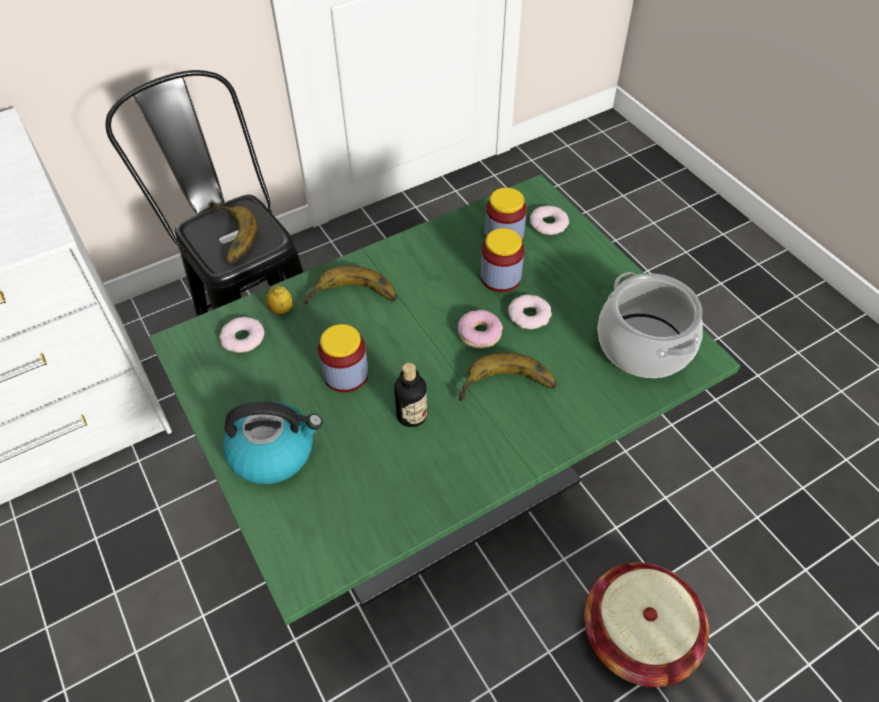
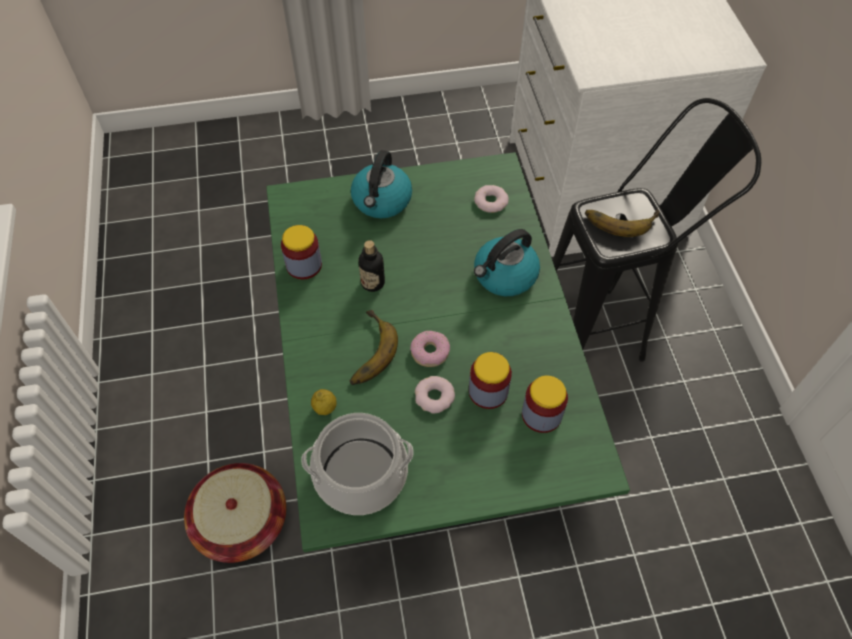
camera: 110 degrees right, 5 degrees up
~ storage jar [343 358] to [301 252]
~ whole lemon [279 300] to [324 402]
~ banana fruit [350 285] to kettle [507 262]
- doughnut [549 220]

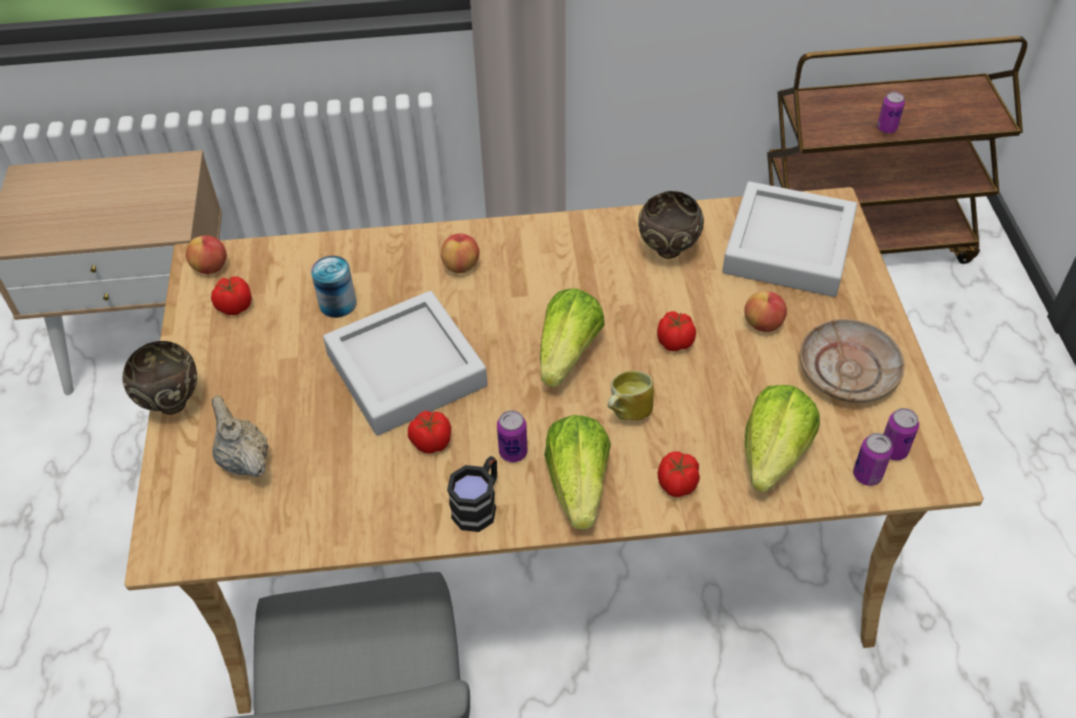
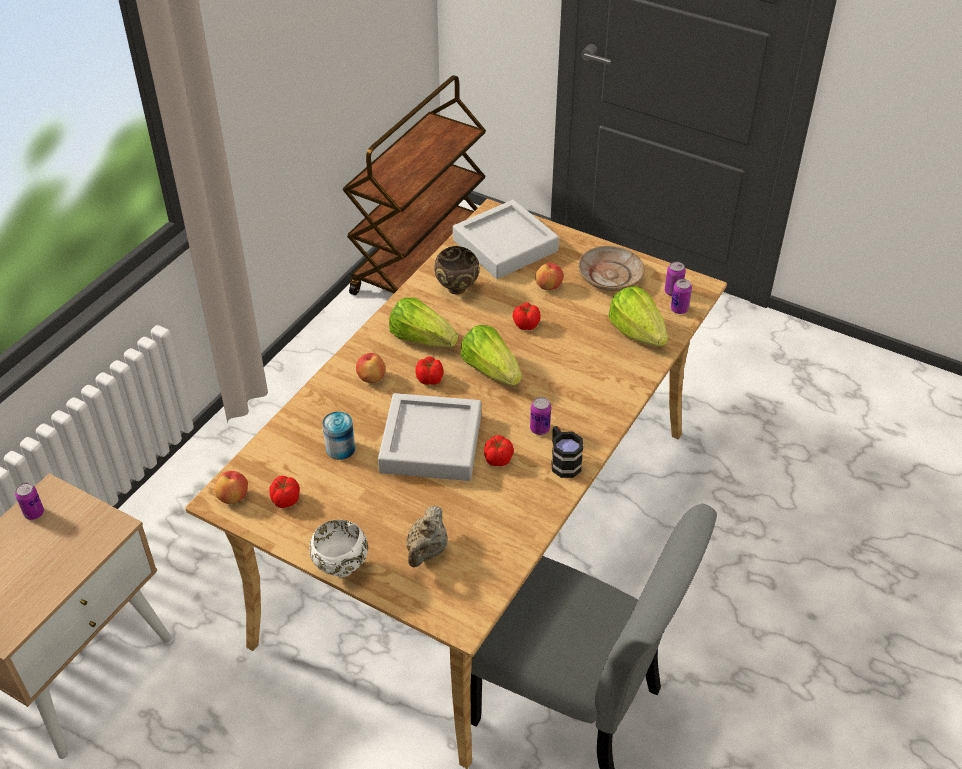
camera: 55 degrees left, 5 degrees down
~ can [891 112] to [29 501]
~ serving bowl (brown-coloured) [160 378] to serving bowl (white) [338 548]
~ lettuce head [577 472] to [423 322]
~ teapot (sand-coloured) [240 436] = [426 536] 75 degrees counterclockwise
~ whole tomato [679 474] to [429 370]
- coffee mug [631 395]

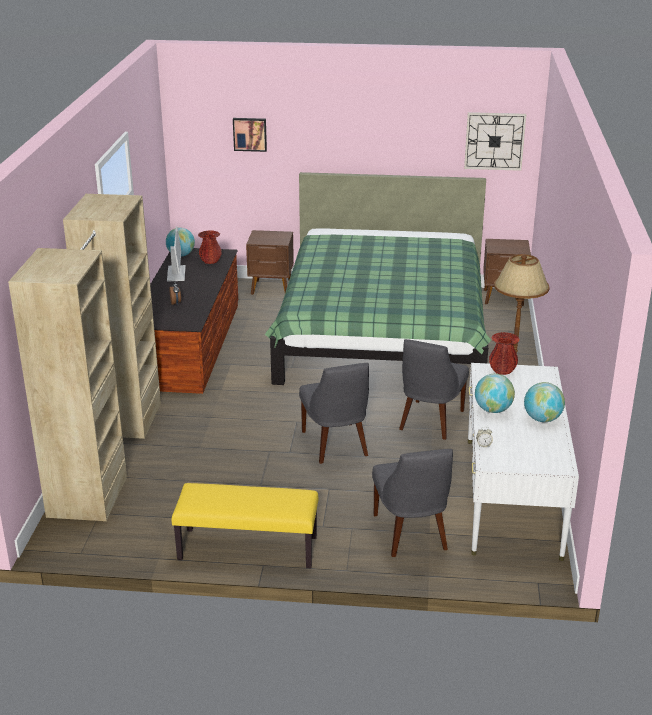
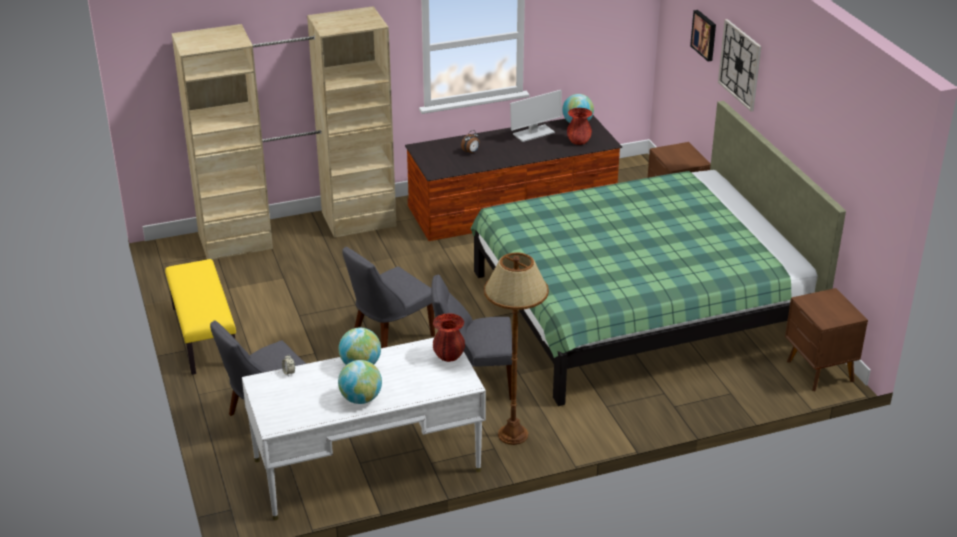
camera: 65 degrees right, 5 degrees up
~ hanging clock [495 141] to [740 65]

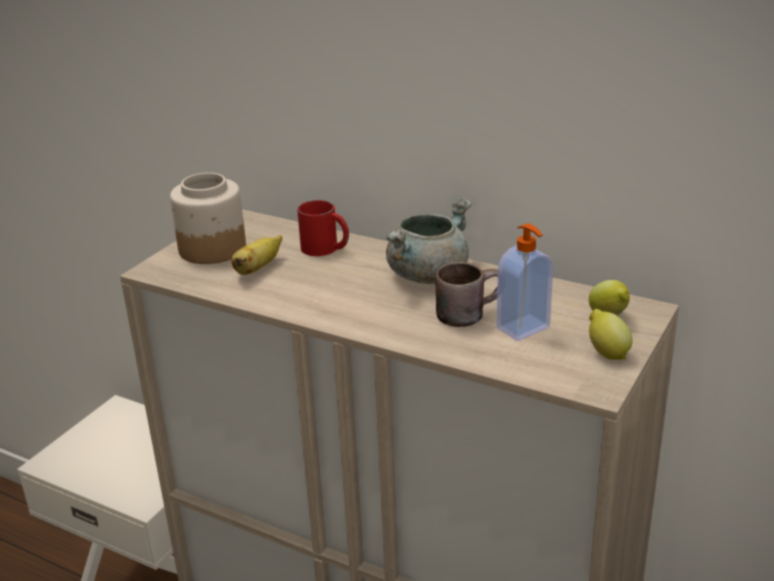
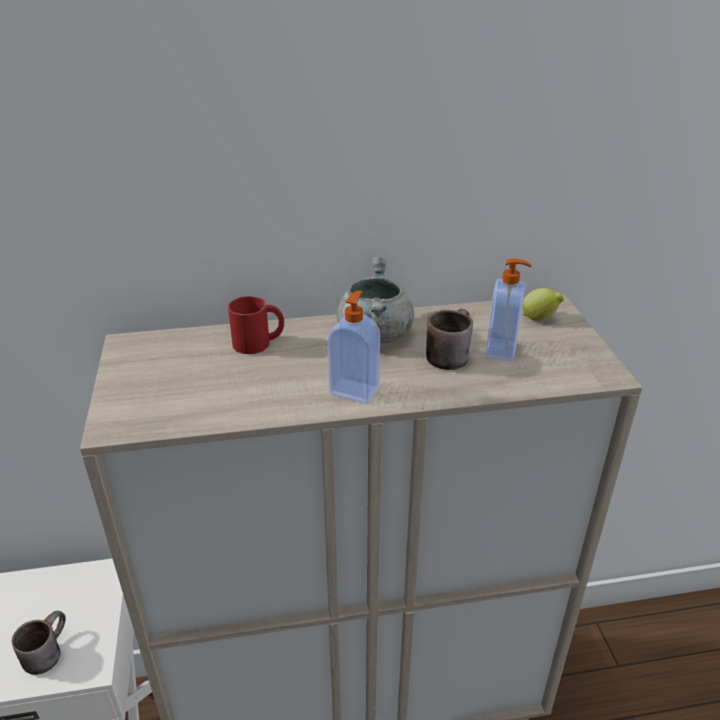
camera: 40 degrees left, 5 degrees up
+ coffee mug (brown-coloured) [39 643]
+ soap dispenser [354 347]
- storage jar [208 218]
- banana fruit [256 255]
- whole lemon [611 334]

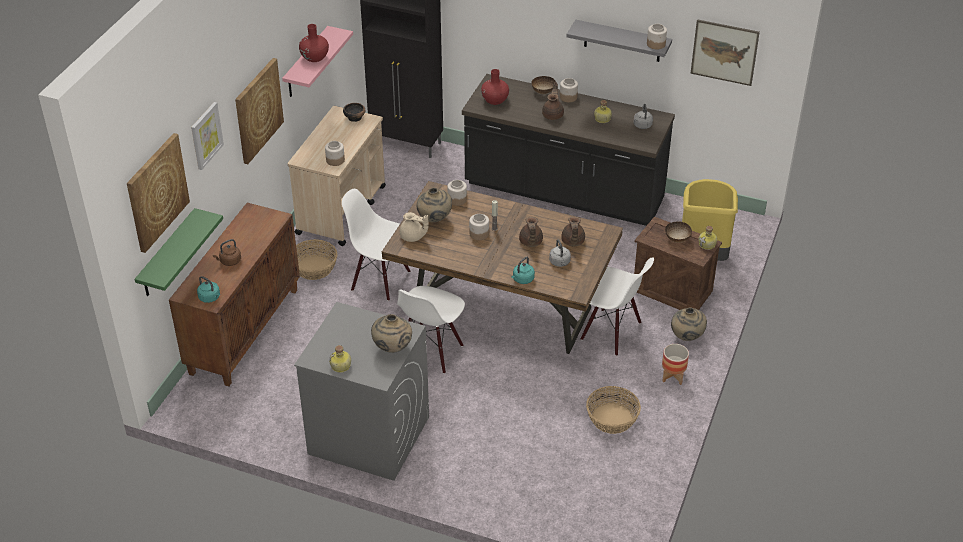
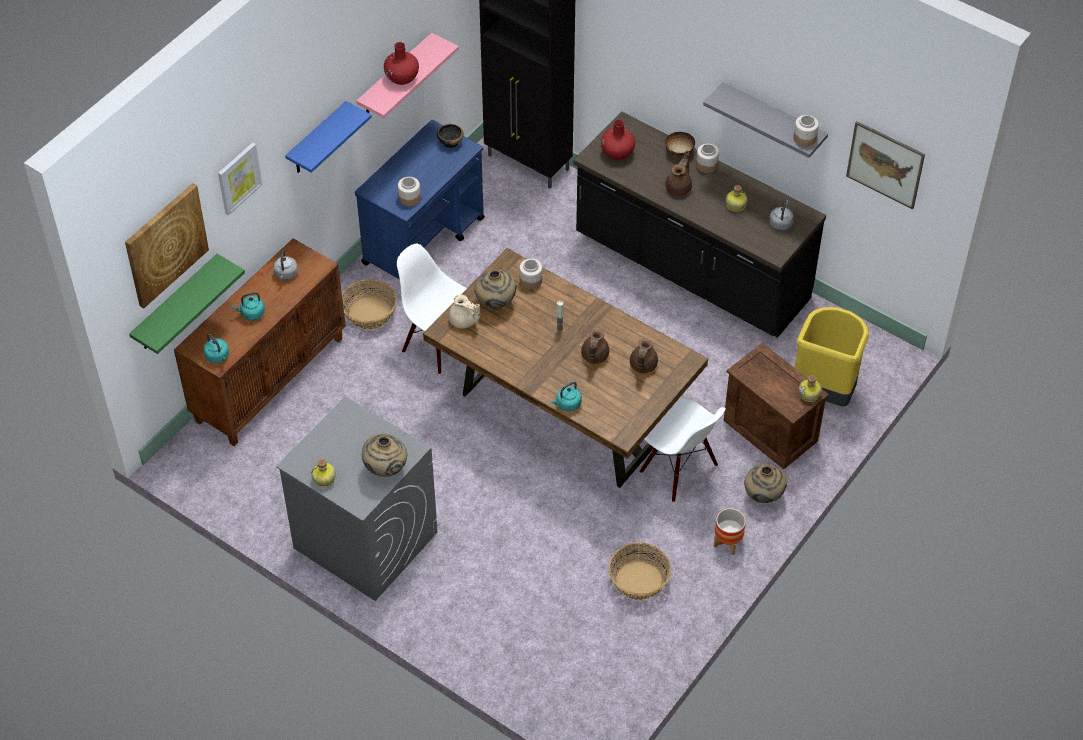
camera: 15 degrees right, 10 degrees up
~ kettle (brown-coloured) [227 252] to kettle (turquoise) [248 306]
~ kettle (gray) [560 253] to [285 265]
~ wall art [259 111] to bracket shelf (blue) [328 137]
~ trolley (sand-coloured) [337 176] to trolley (blue) [420 200]
- upright chair (white) [431 330]
- storage jar [479 227]
- serving bowl [678 232]

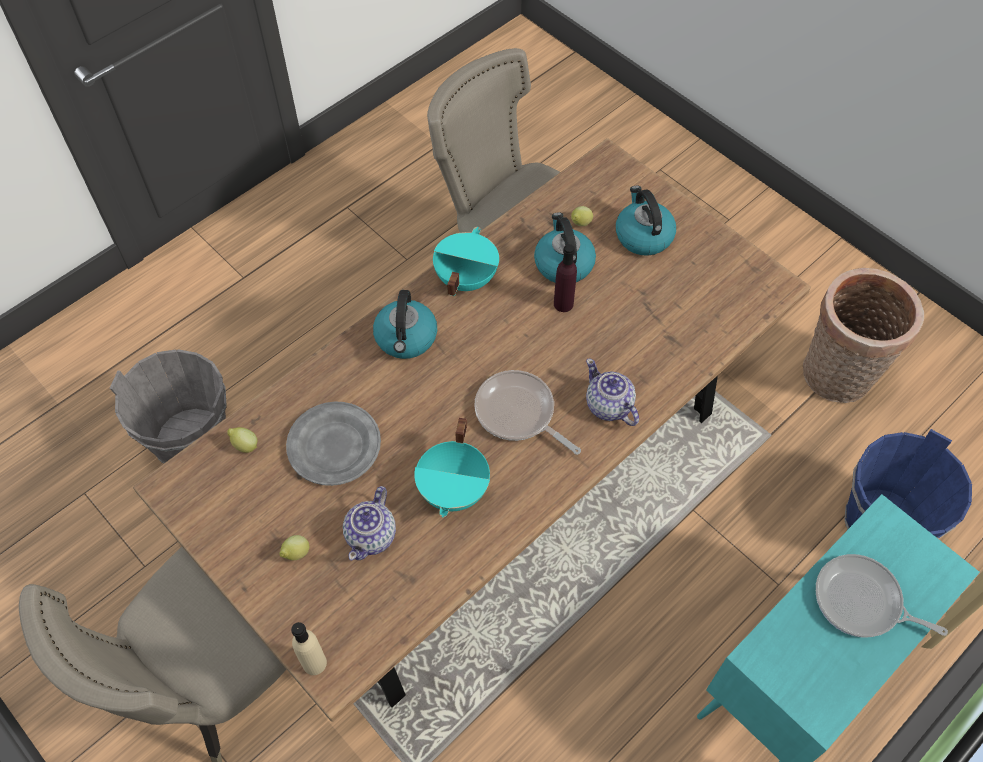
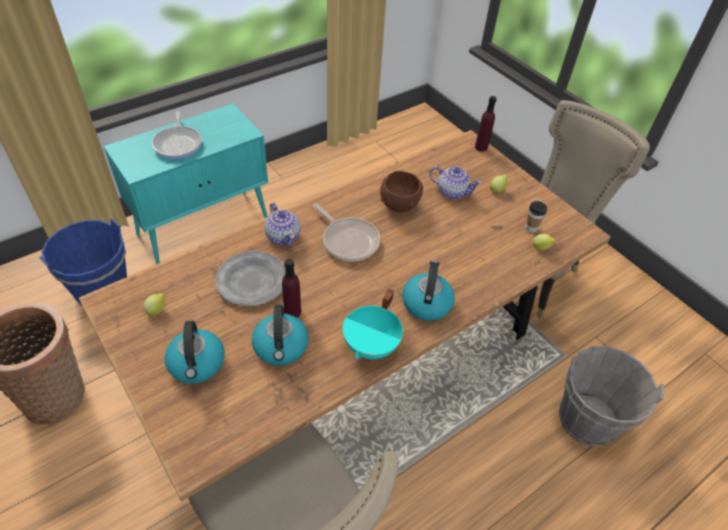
camera: 175 degrees left, 10 degrees down
~ whole lemon [582 216] to [154 304]
~ pan [882 595] = [177 134] 45 degrees clockwise
~ flat dish (gray) [333 444] to [250 278]
~ saucepot (turquoise) [452 467] to serving bowl (brown-coloured) [401 192]
~ teapot [369 523] = [455 182] 90 degrees clockwise
~ bottle (sand-coloured) [309 648] to bottle (purple-coloured) [486 124]
+ cup [536 217]

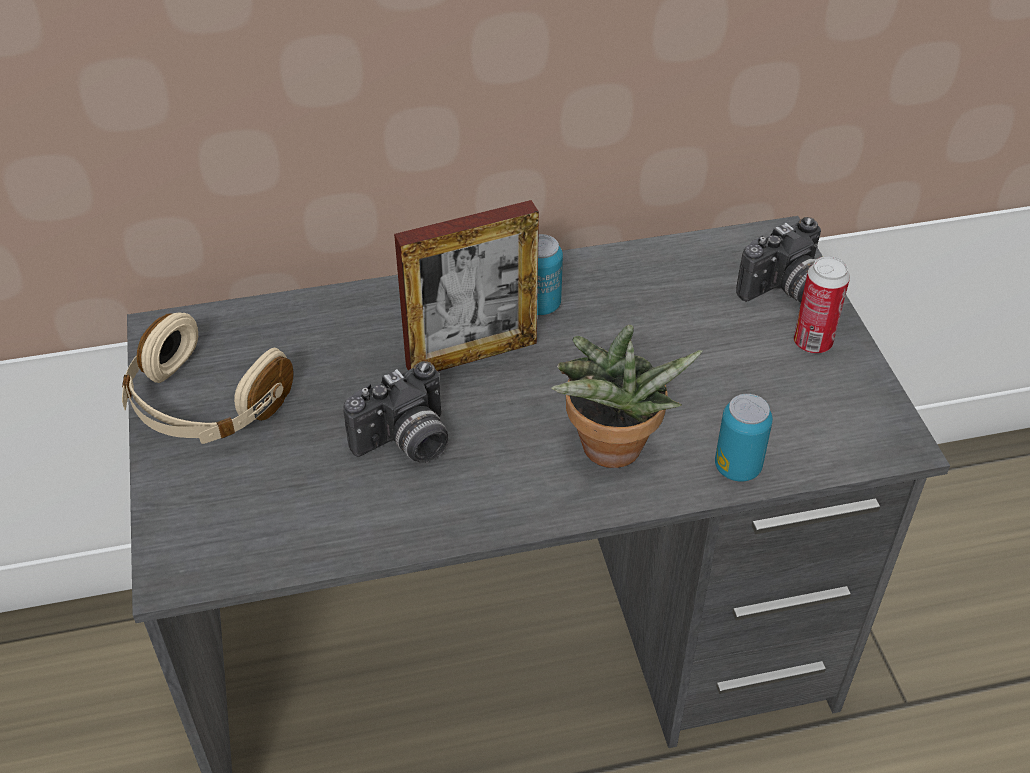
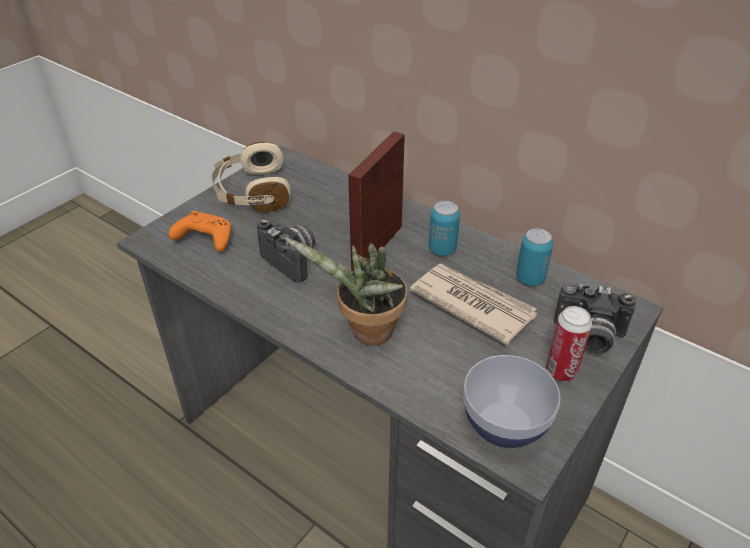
camera: 50 degrees right, 5 degrees down
+ game controller (orange) [200 231]
~ still camera [395 412] = [286 251] 150 degrees counterclockwise
~ picture frame [466 285] = [376 201] 90 degrees clockwise
+ printed paper [473 304]
+ serving bowl [512 401]
~ can [744 438] to [534 257]

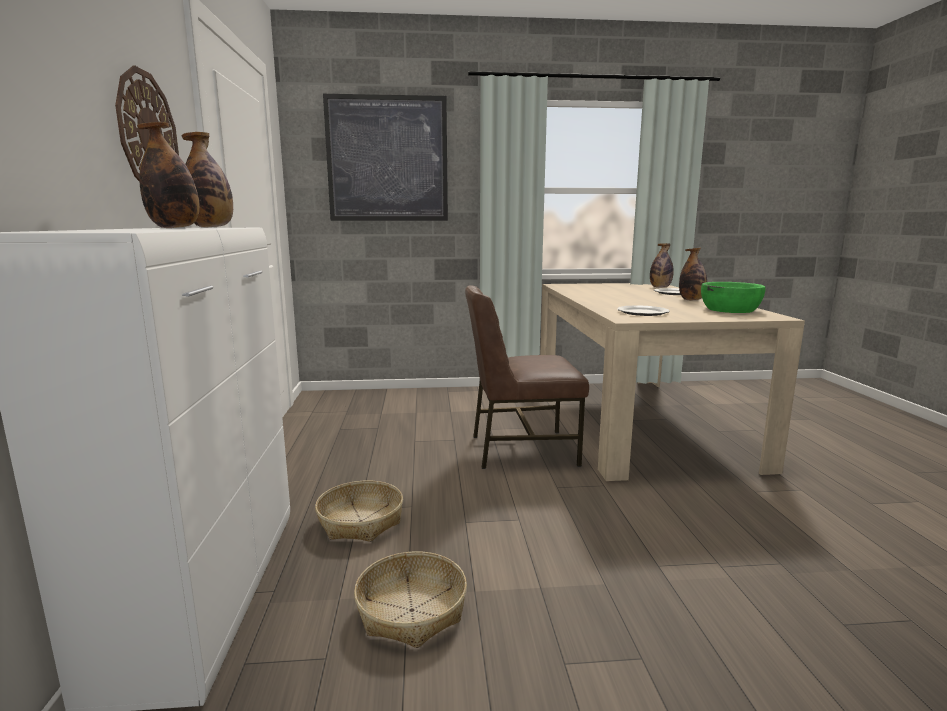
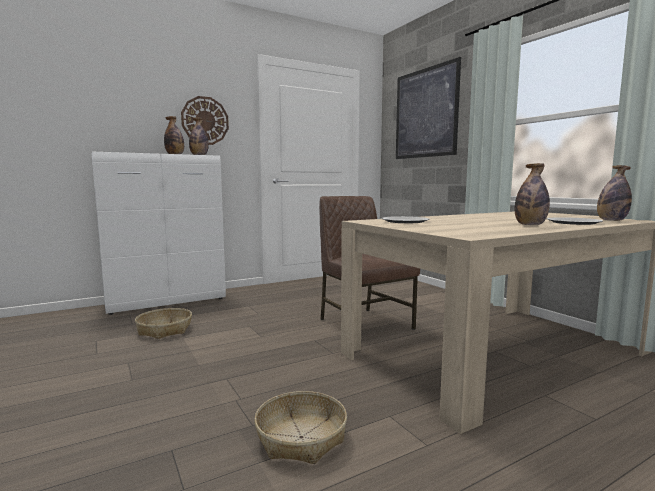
camera: 65 degrees right, 5 degrees down
~ basket [359 511] to [300 427]
- serving bowl (green) [733 297]

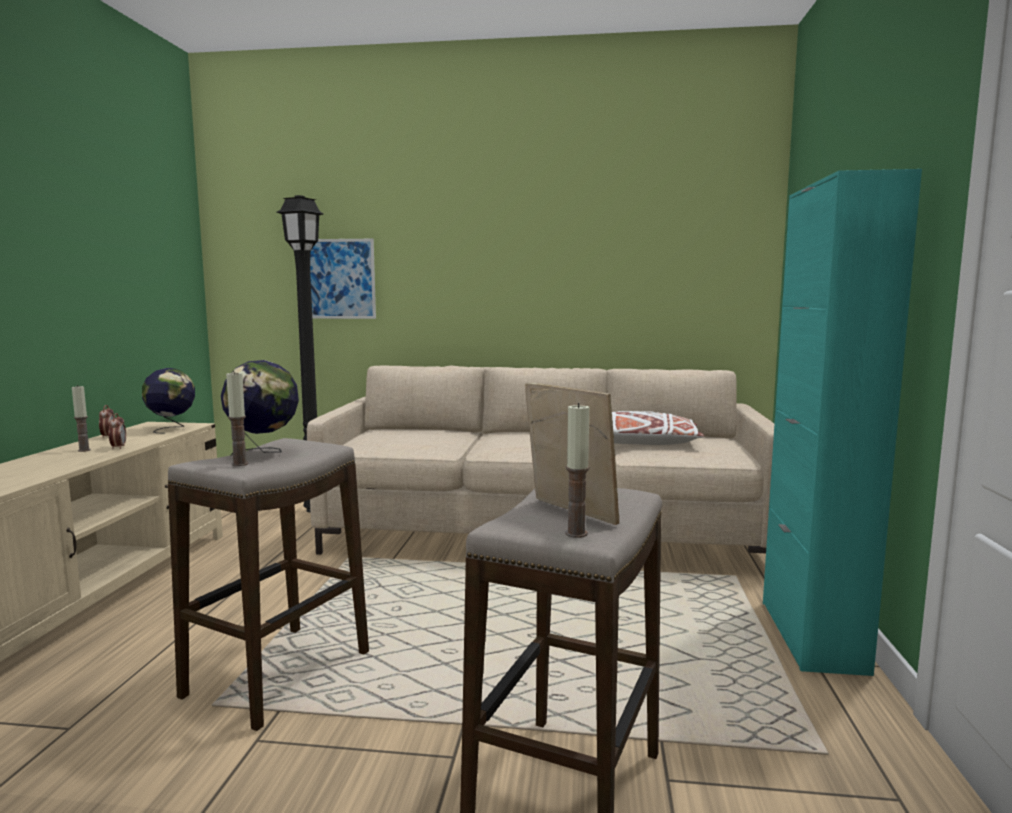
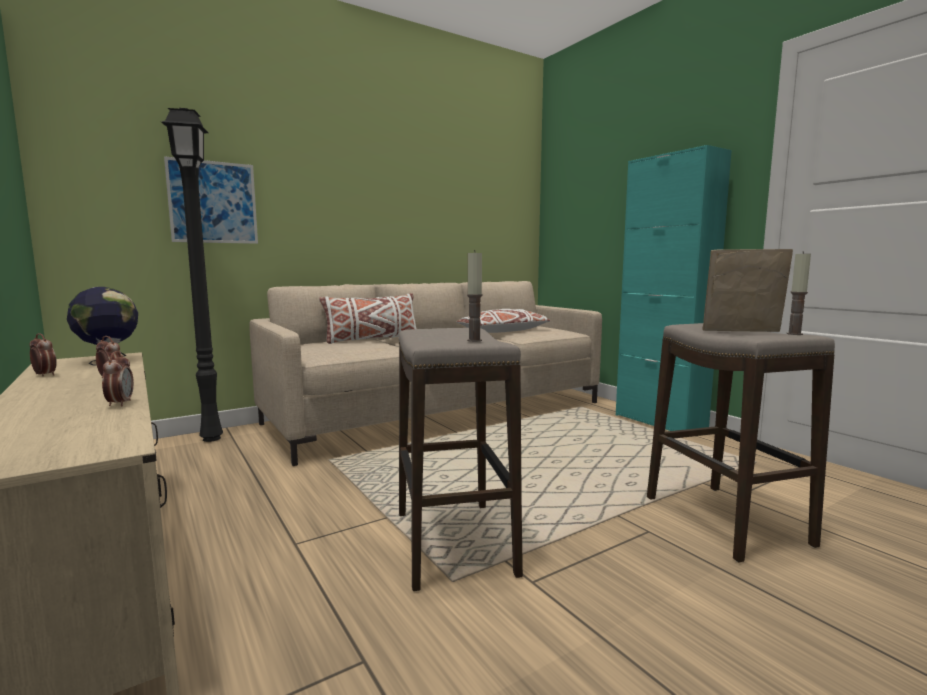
camera: 40 degrees left, 0 degrees up
+ bedside clock [118 378]
+ throw pillow (white) [368 318]
- candle [81 418]
- world globe [260 408]

